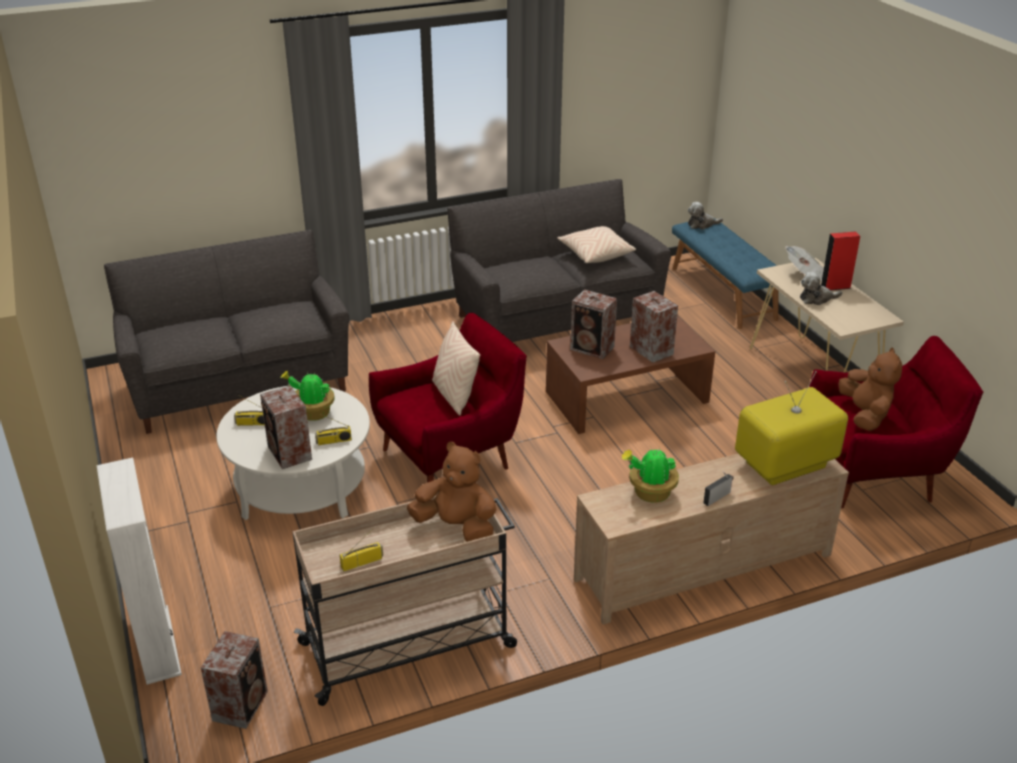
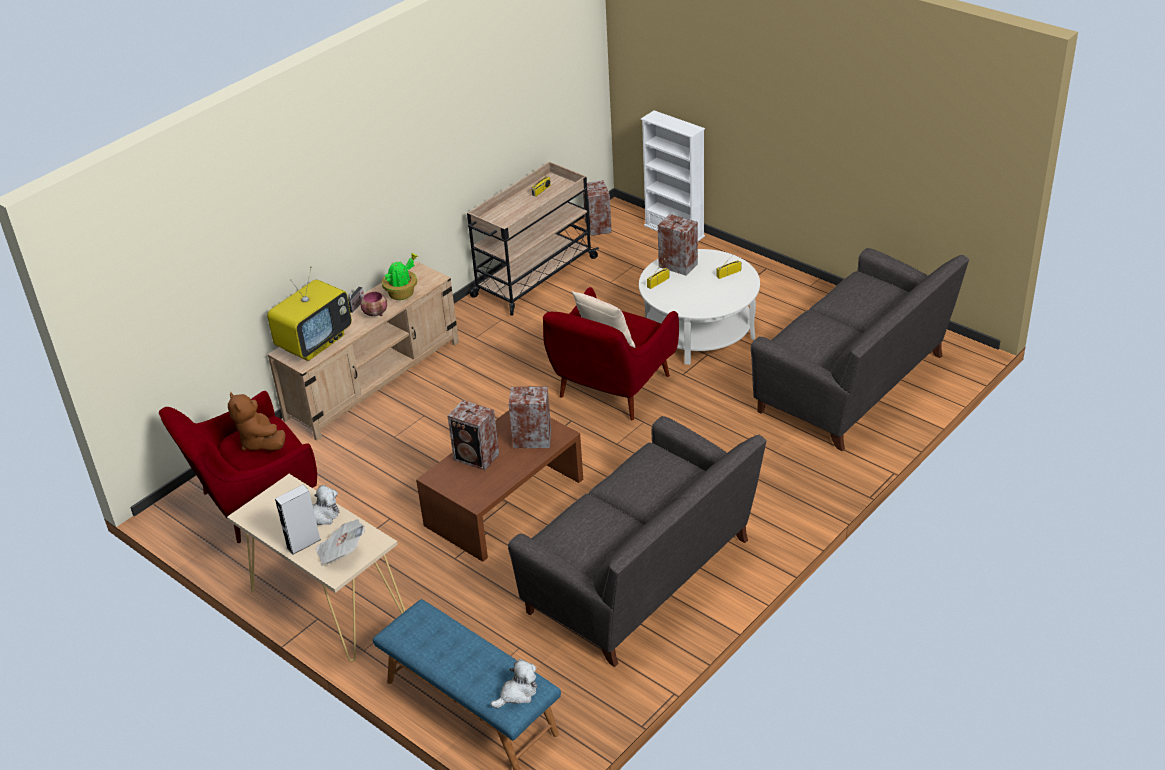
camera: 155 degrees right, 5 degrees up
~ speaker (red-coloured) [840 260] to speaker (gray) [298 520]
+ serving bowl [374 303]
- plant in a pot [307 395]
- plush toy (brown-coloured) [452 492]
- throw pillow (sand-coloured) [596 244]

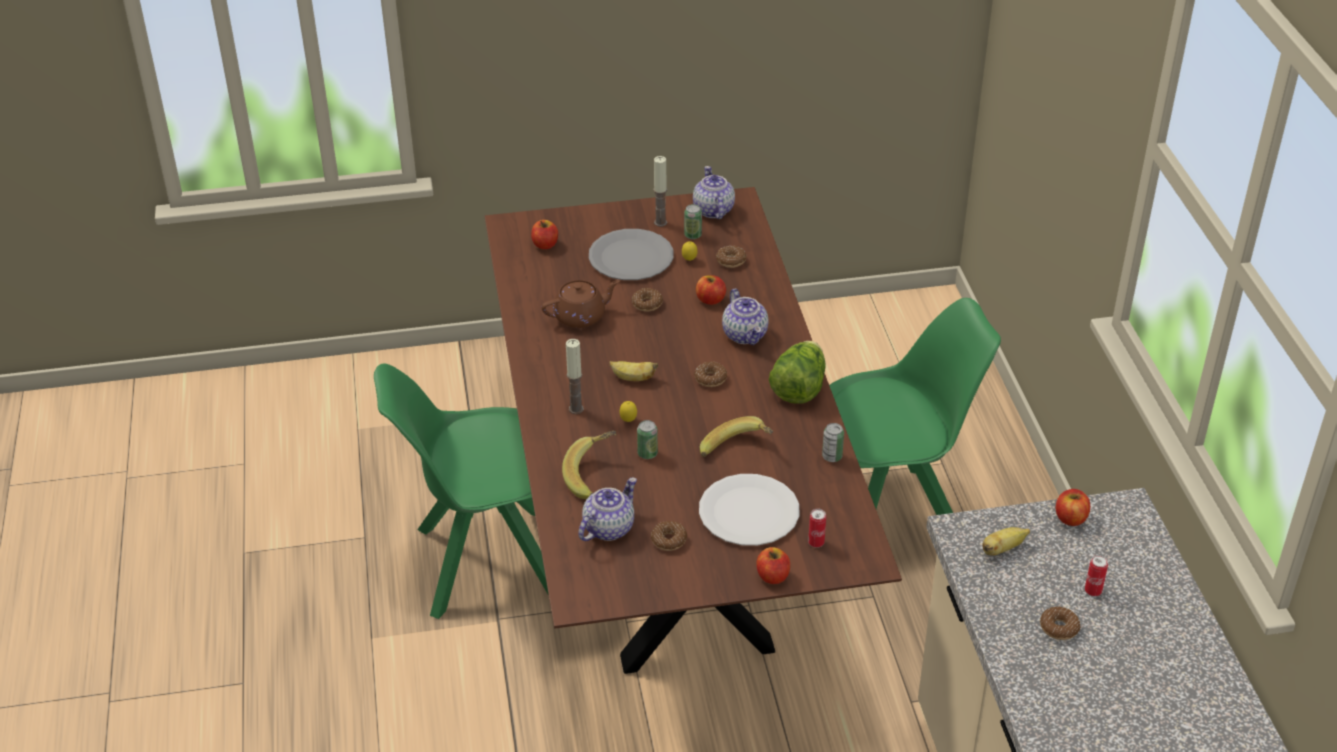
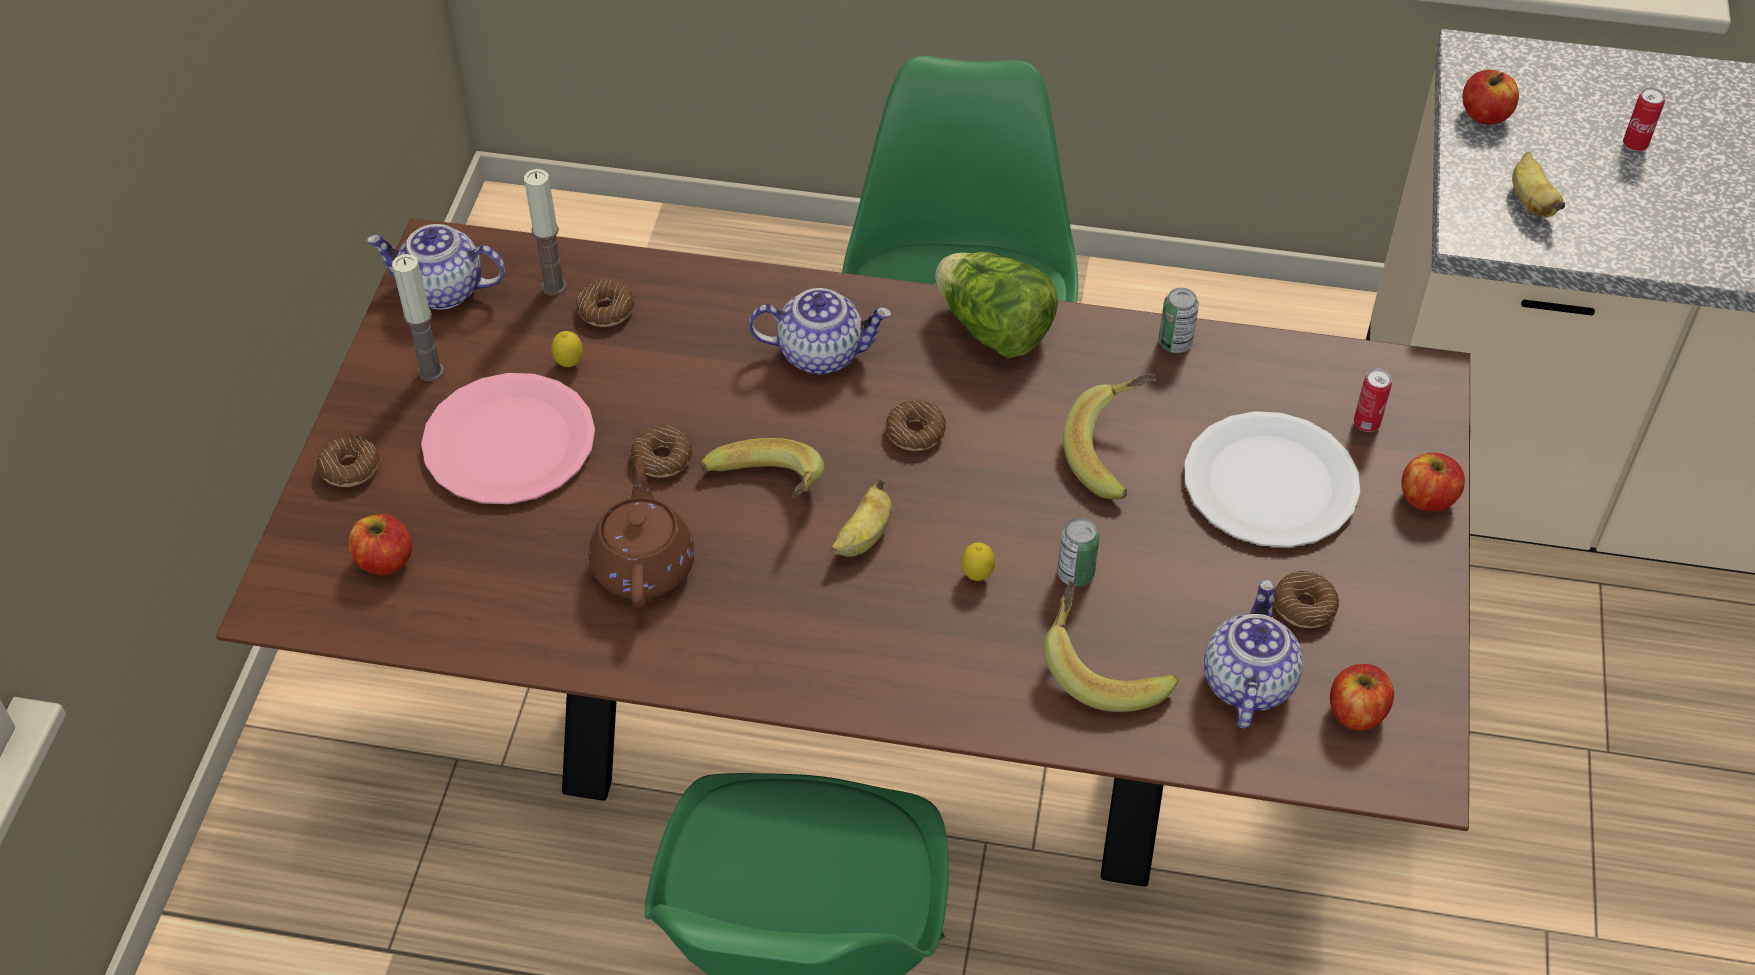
camera: 70 degrees left, 10 degrees up
~ doughnut [1060 623] to [348 461]
~ flat dish (gray) [631 254] to flat dish (pink-coloured) [508 438]
~ candle [575 376] to [545 232]
+ banana fruit [762 468]
~ teapot [608 509] = [1253 654] 45 degrees clockwise
~ whole apple [711 290] to [1362 697]
- can [693 221]

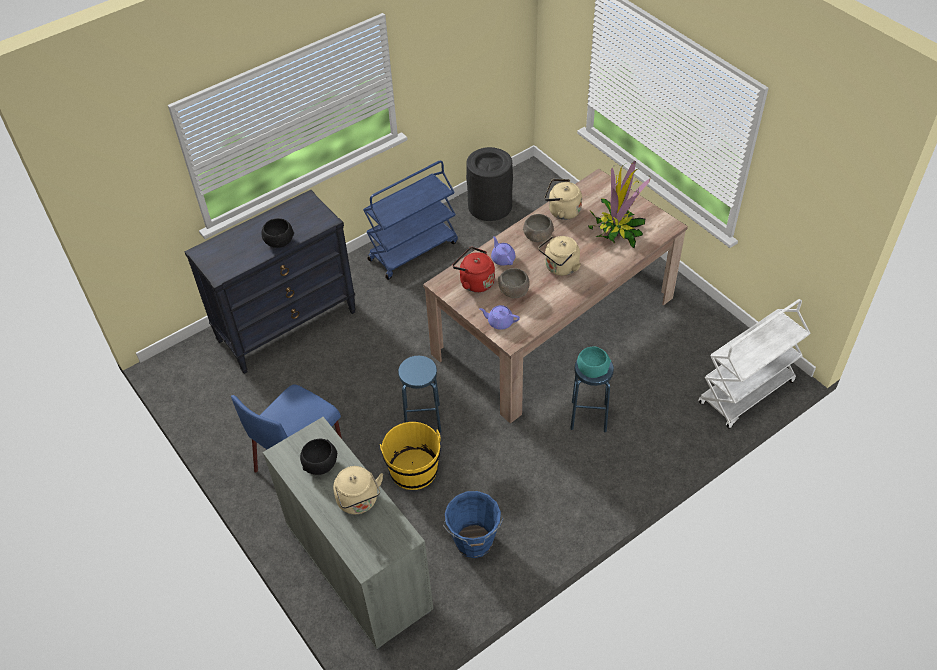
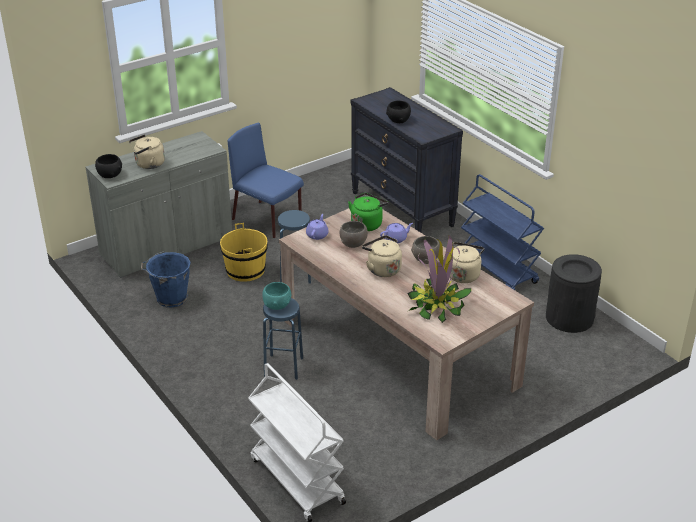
camera: 90 degrees right, 15 degrees down
~ serving bowl (blackish) [318 457] to [108 166]
~ kettle (red-coloured) [473 270] to kettle (green) [368 212]

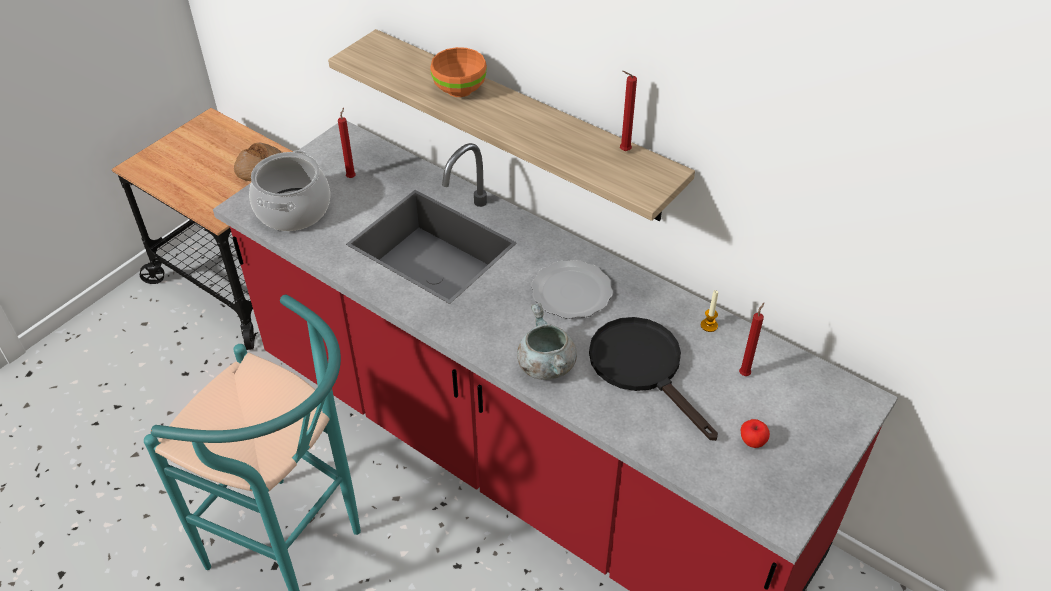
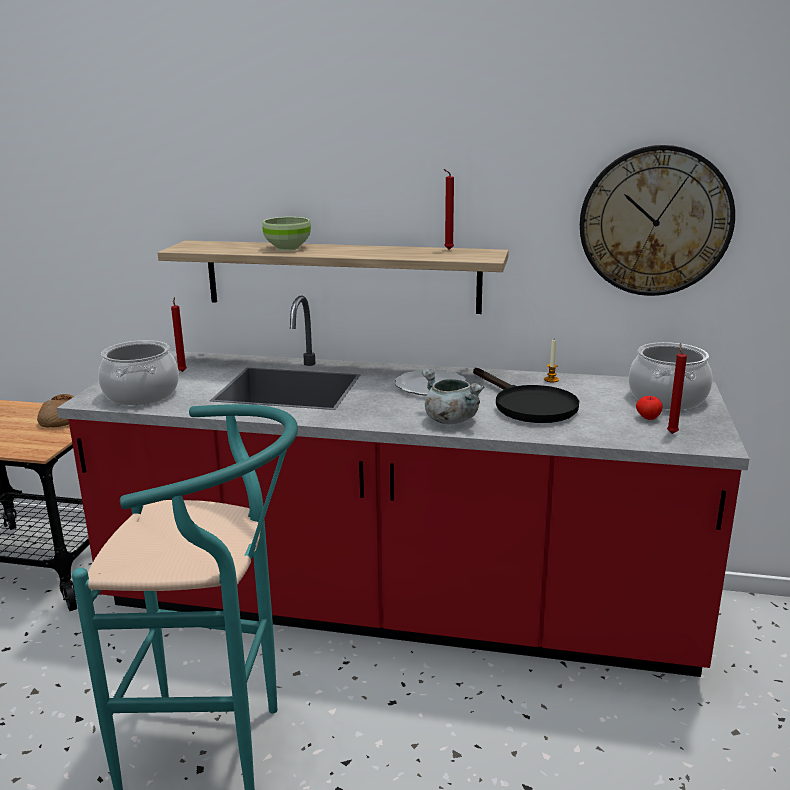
camera: 25 degrees left, 25 degrees down
~ serving bowl (orange) [458 72] to serving bowl (green) [286 233]
~ pan (blackish) [653 379] = [526 395] 150 degrees counterclockwise
+ hanging clock [657 220]
+ saucepot [670 375]
~ candle (red-coloured) [751 339] to [677 388]

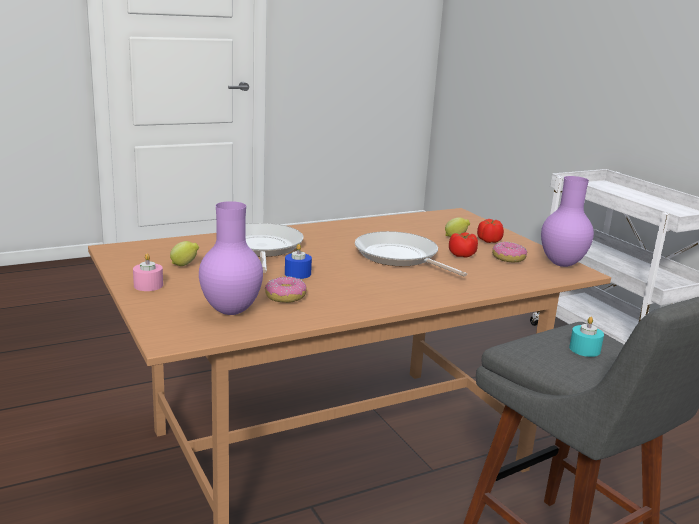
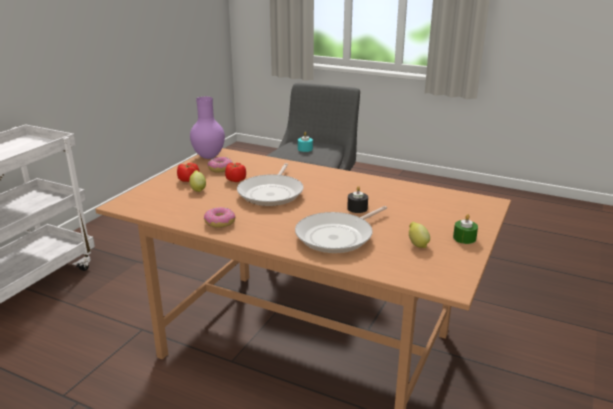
camera: 125 degrees left, 5 degrees up
~ doughnut [286 289] to [220 217]
~ candle (blue) [298 261] to candle (blackish) [357 199]
~ candle (pink-coloured) [148 272] to candle (green) [465 229]
- decorative vase (purple-coloured) [231 258]

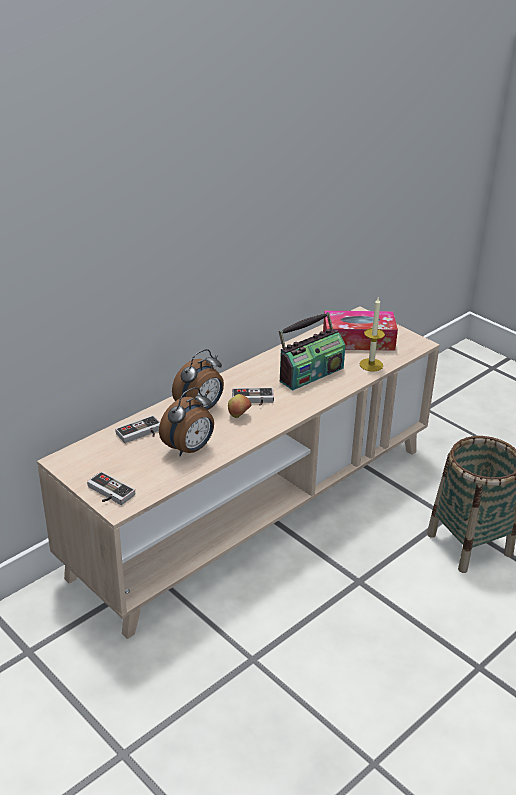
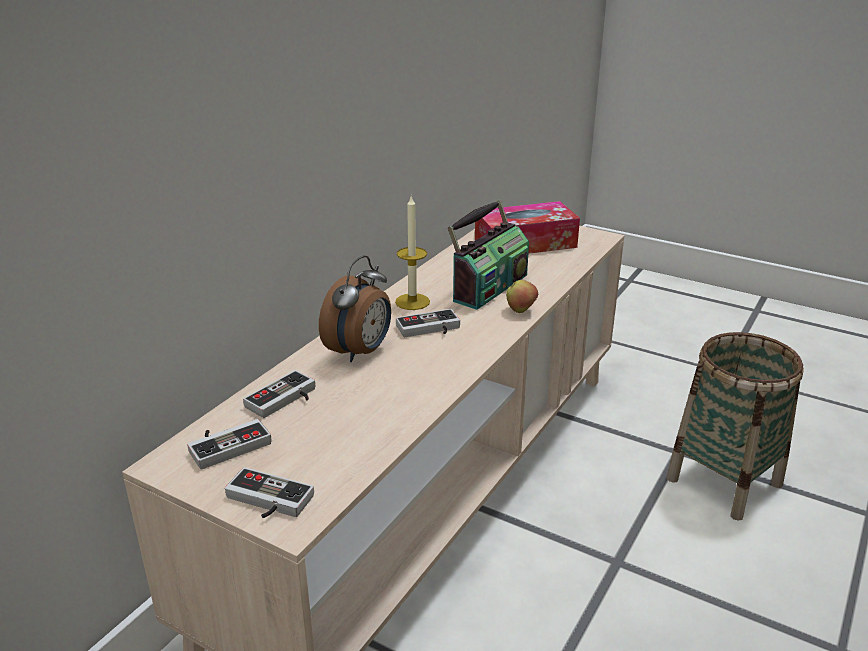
camera: 15 degrees left, 5 degrees down
+ game controller [229 444]
~ candle [372 334] to [412 253]
~ whole apple [239 406] to [522 296]
- bedside clock [186 421]

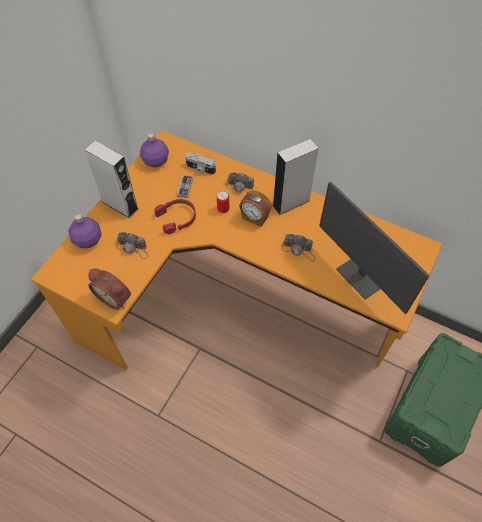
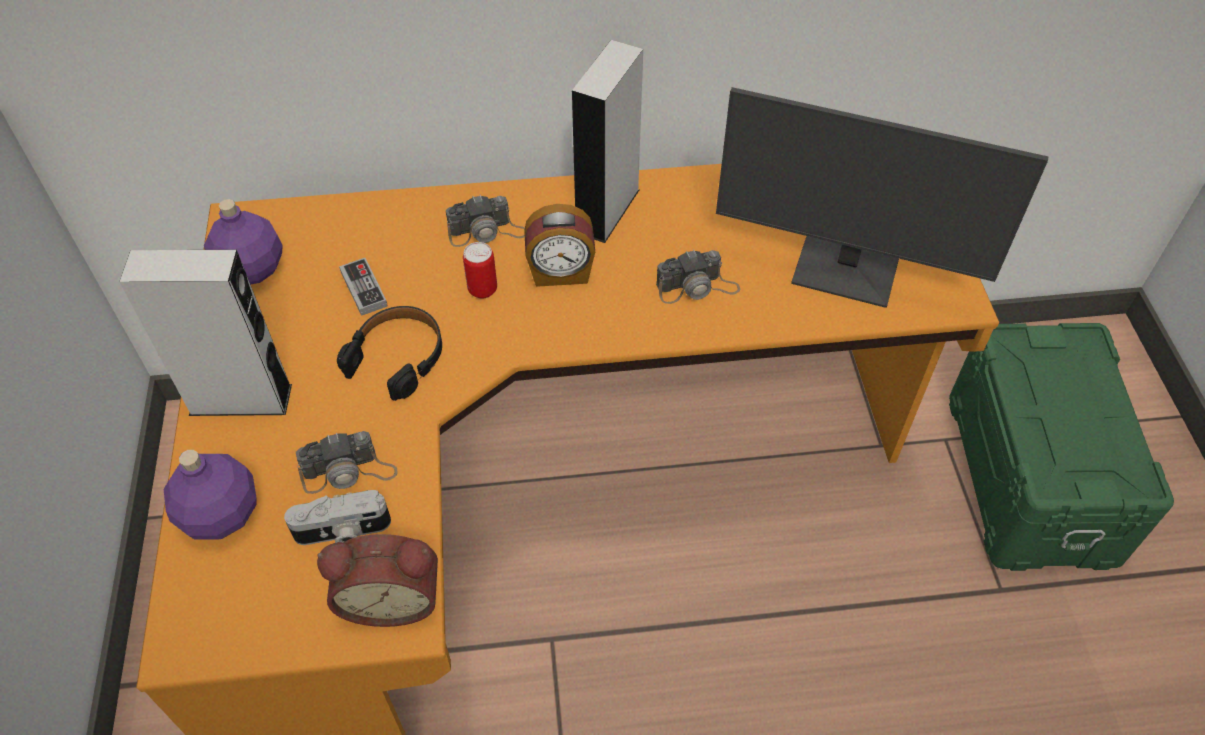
camera: 35 degrees left, 5 degrees down
~ still camera [200 164] to [337 517]
~ headset (red-coloured) [175 216] to headset (blackish) [389 353]

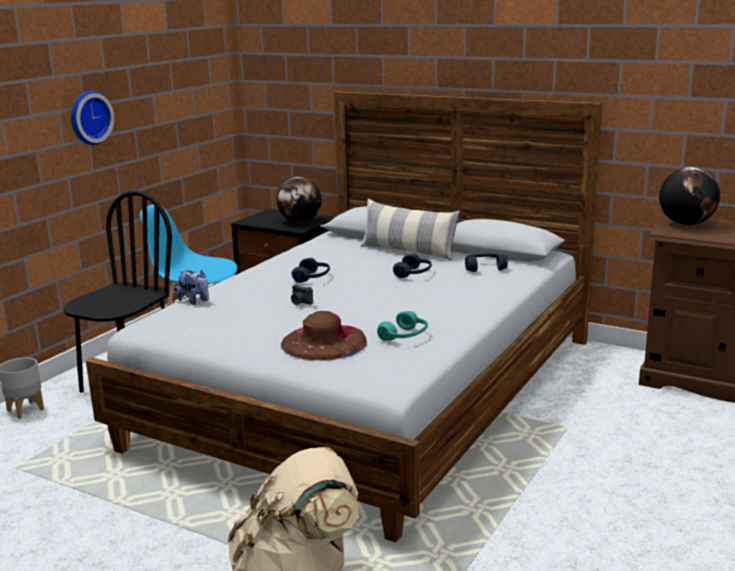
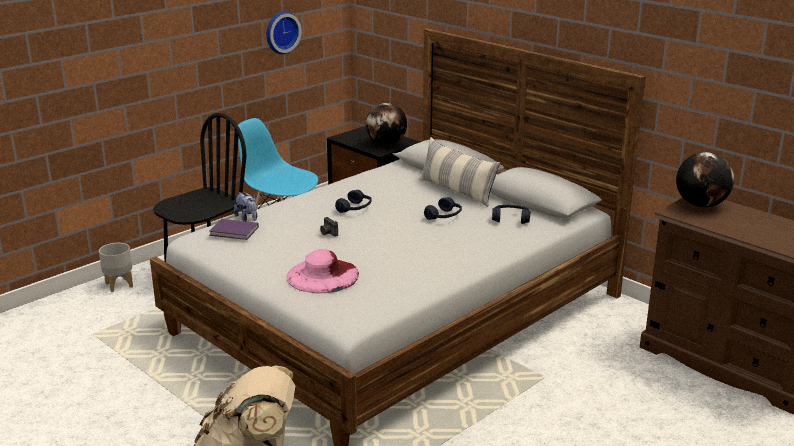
camera: 15 degrees right, 5 degrees up
+ bound book (purple-coloured) [234 229]
~ hanging clock [92 118] to [284 32]
~ wearable hat (brown-coloured) [324 335] to wearable hat (pink-coloured) [322 271]
- headset (turquoise) [402 326]

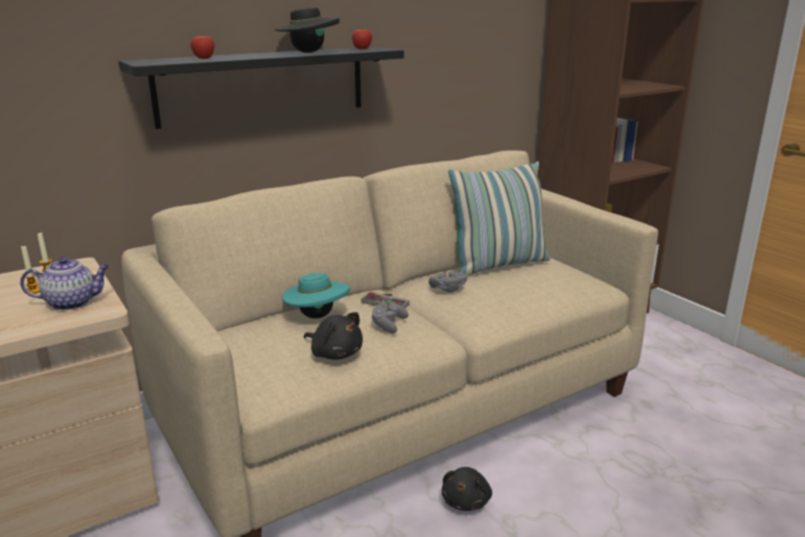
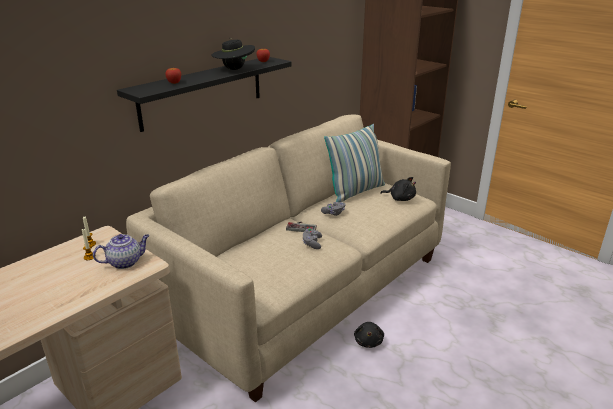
camera: 15 degrees left, 5 degrees up
~ plush toy (blackish) [333 336] to [398 189]
- wearable hat (turquoise) [316 294]

